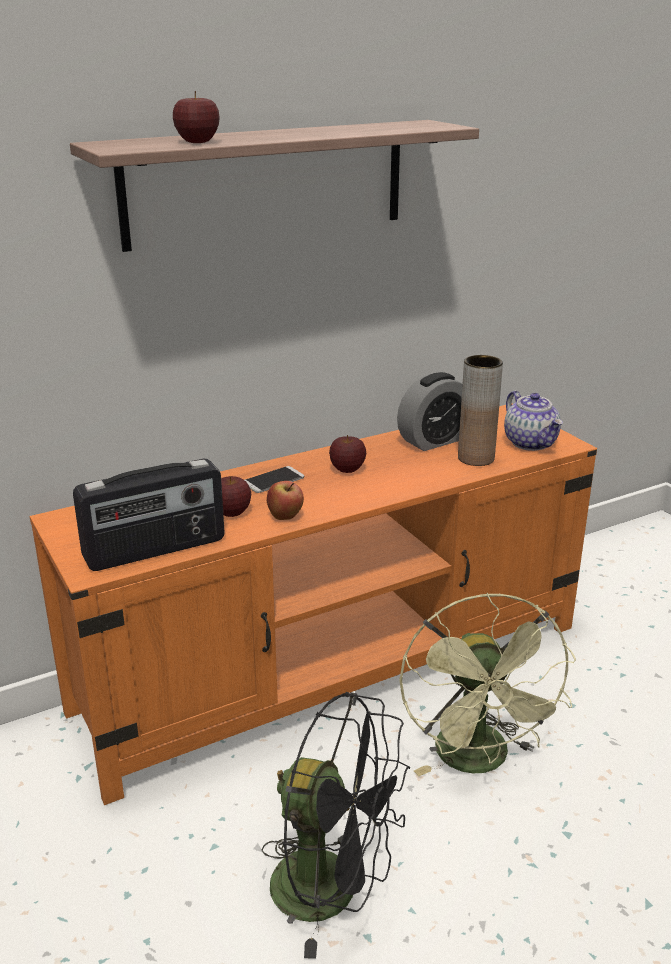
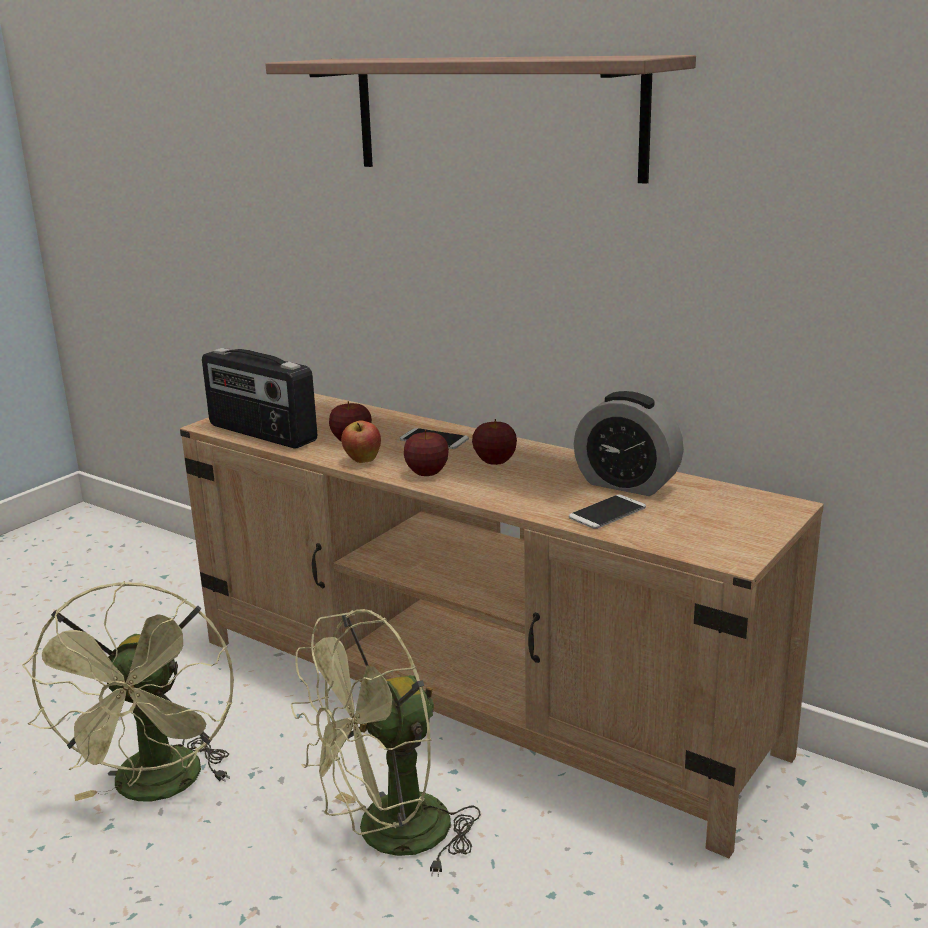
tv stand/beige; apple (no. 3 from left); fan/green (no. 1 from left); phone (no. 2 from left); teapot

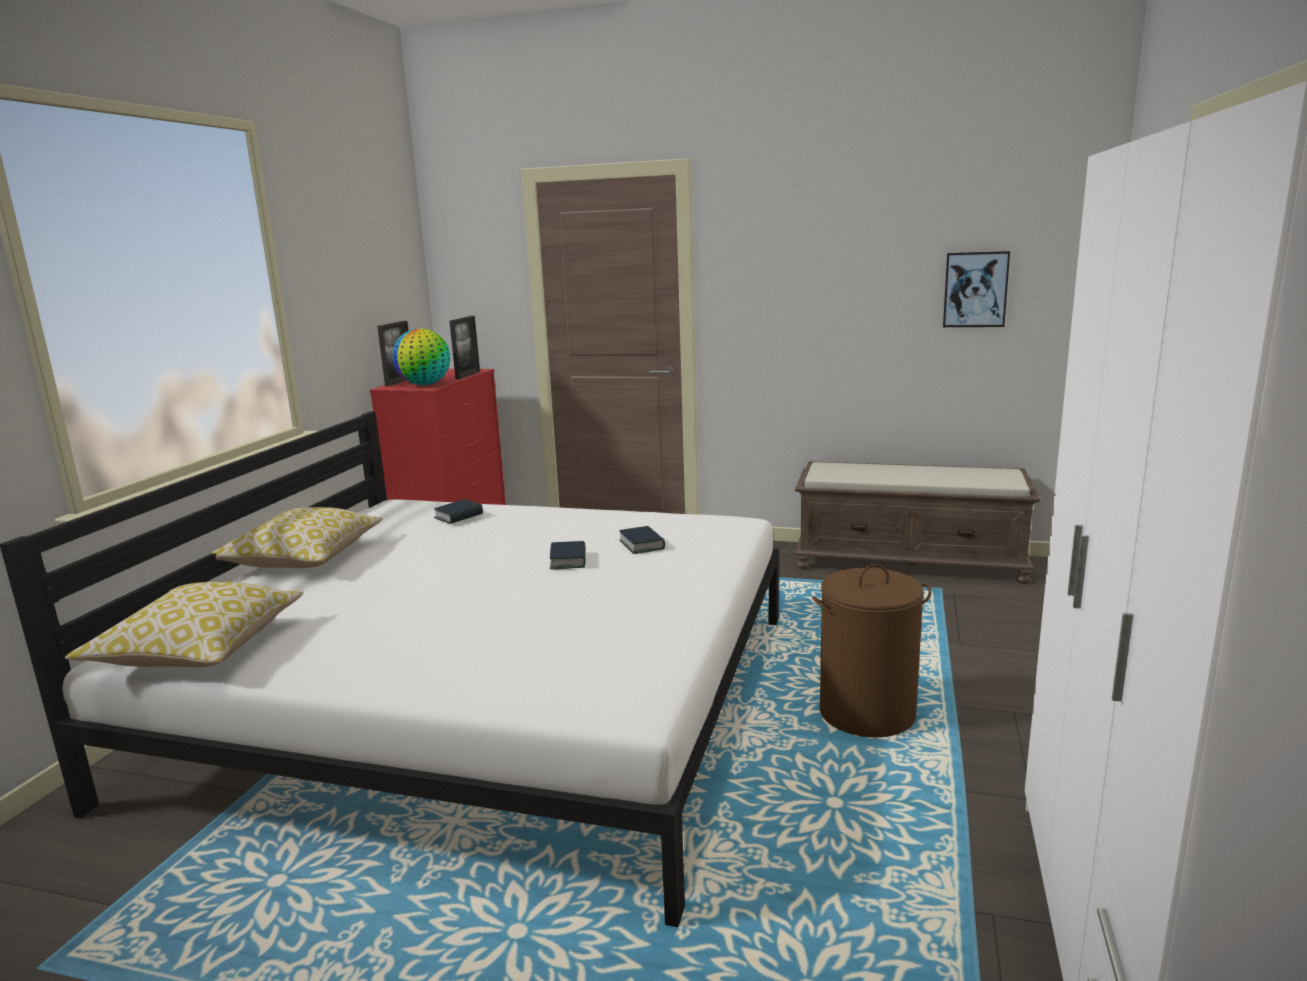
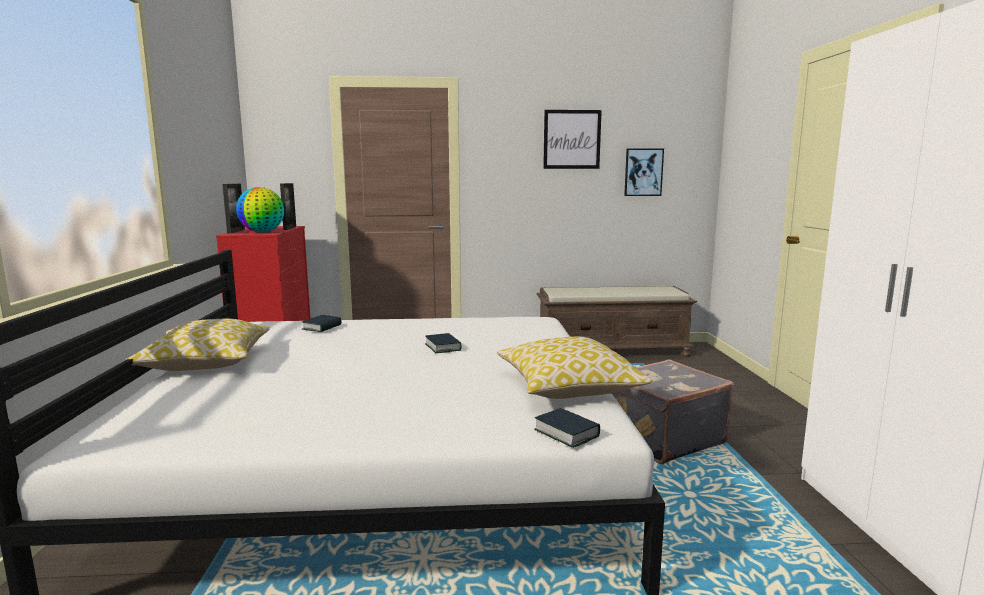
pillow (no. 2 from left); book (no. 3 from left); suitcase/grey; picture (no. 1 from left)

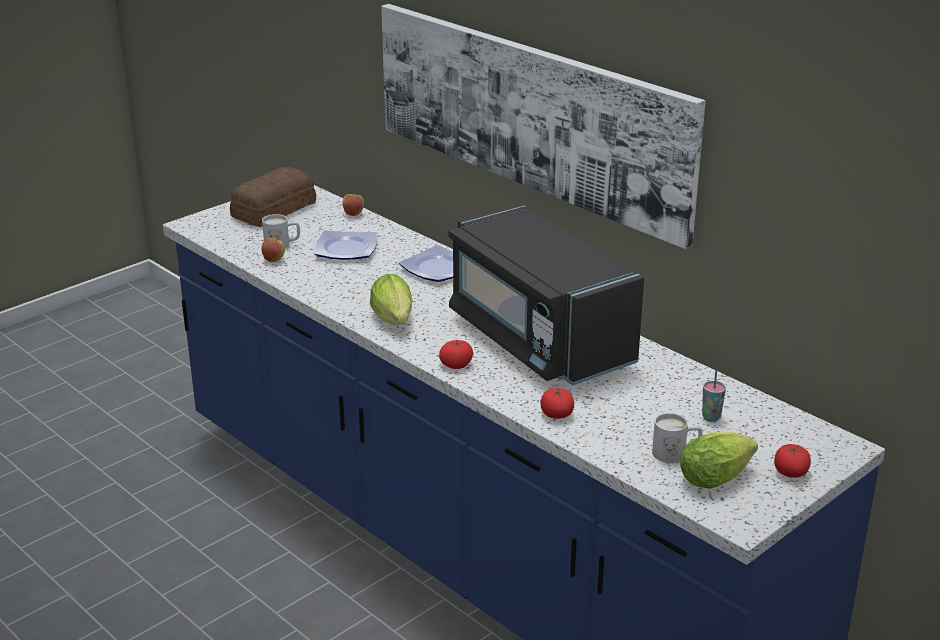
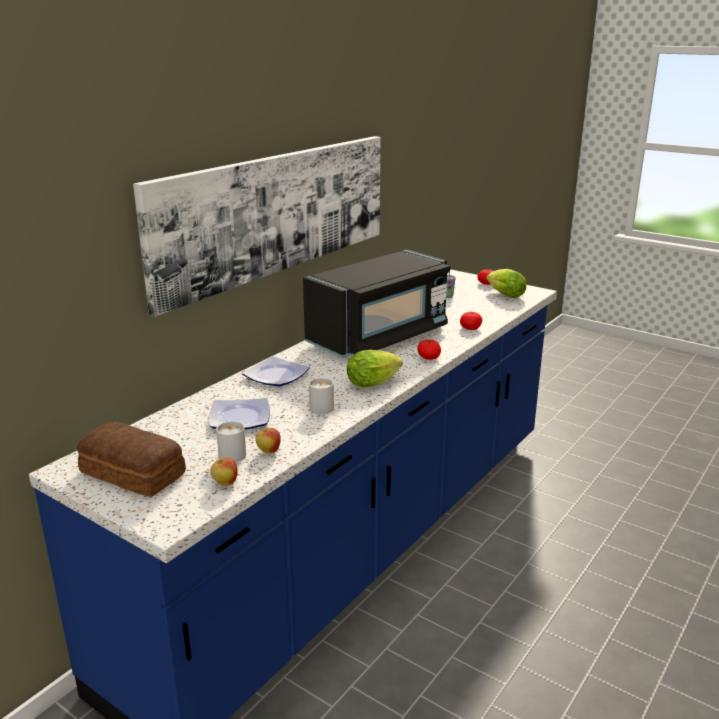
apple (no. 1 from left); mug/white (no. 2 from left)

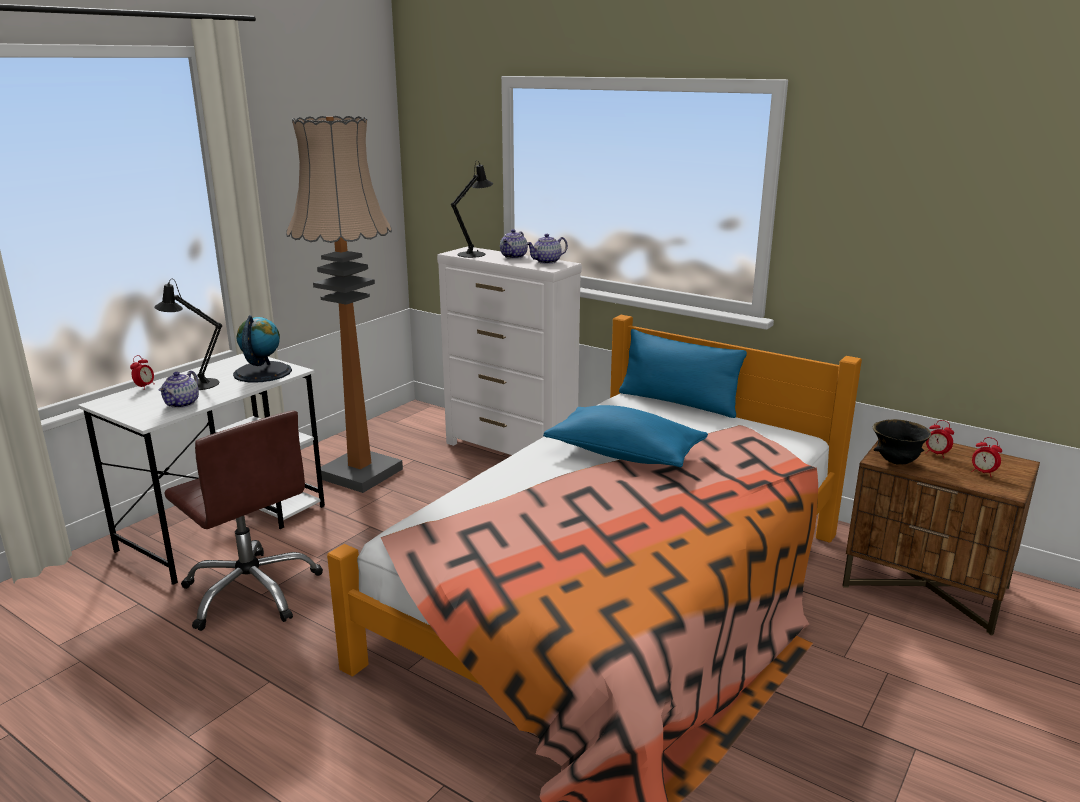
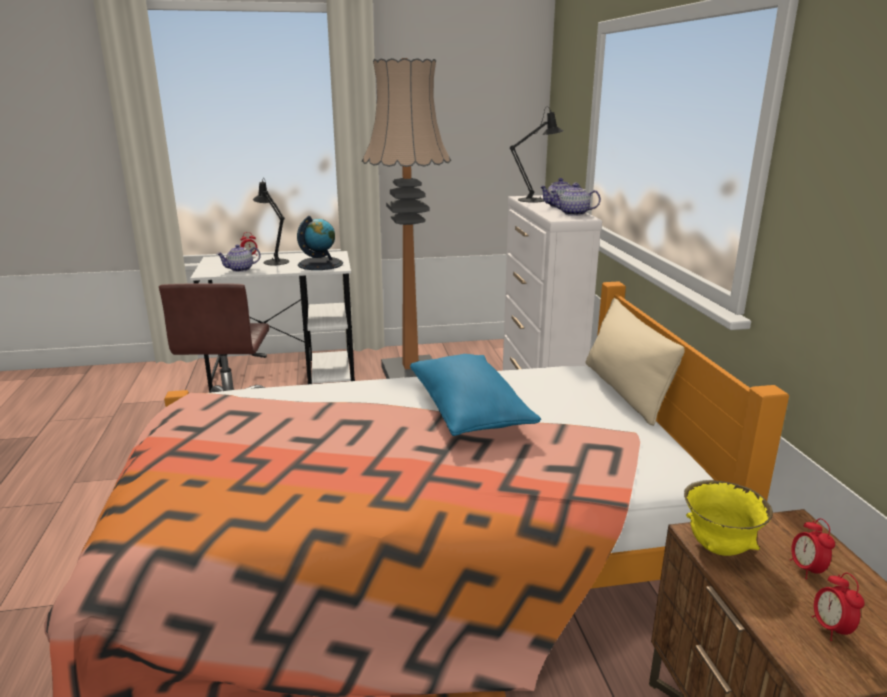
pillow/beige; bowl/yellow

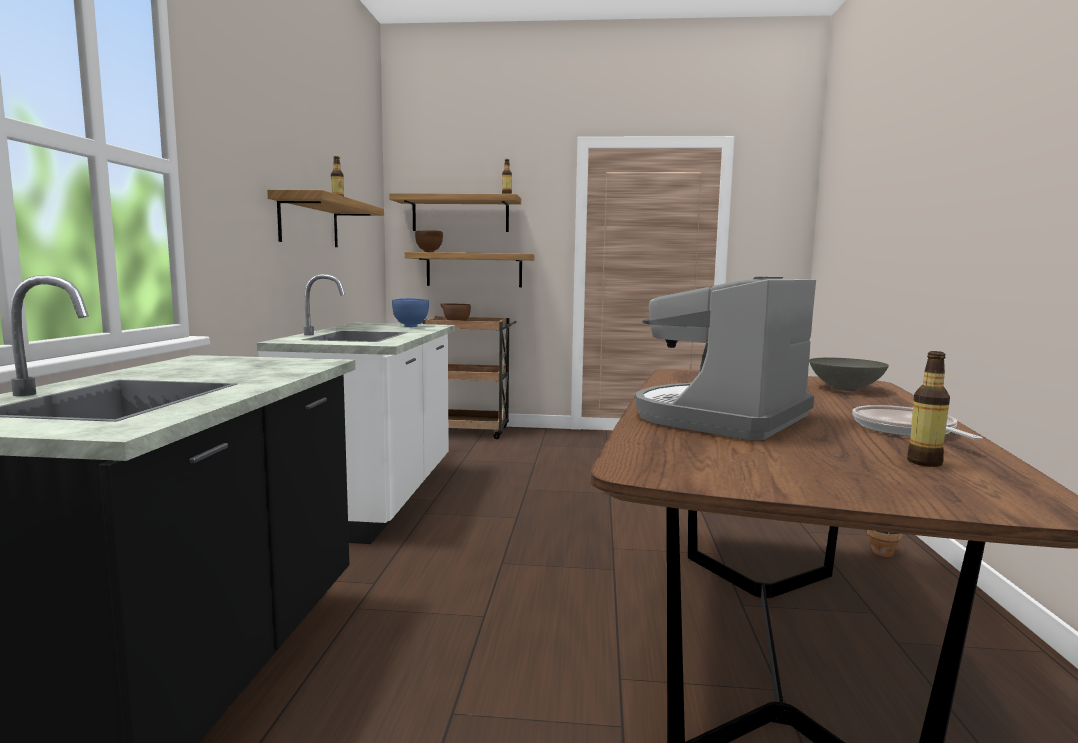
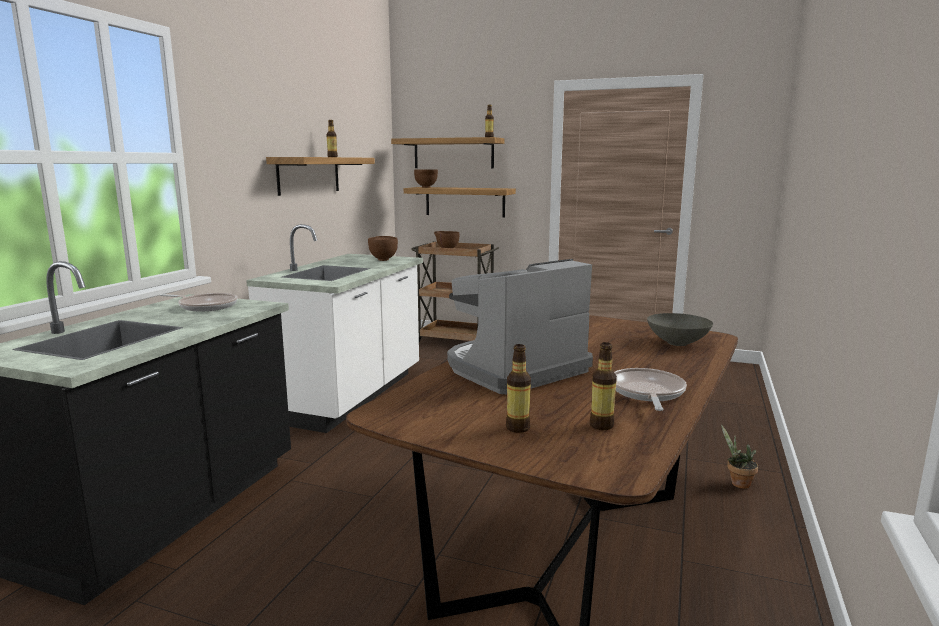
bowl/brown (no. 1 from left); frying pan (no. 1 from left); bottle (no. 3 from left)

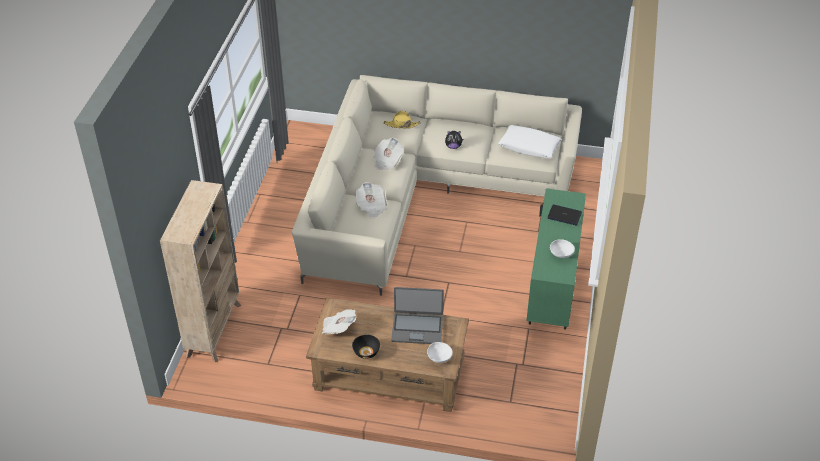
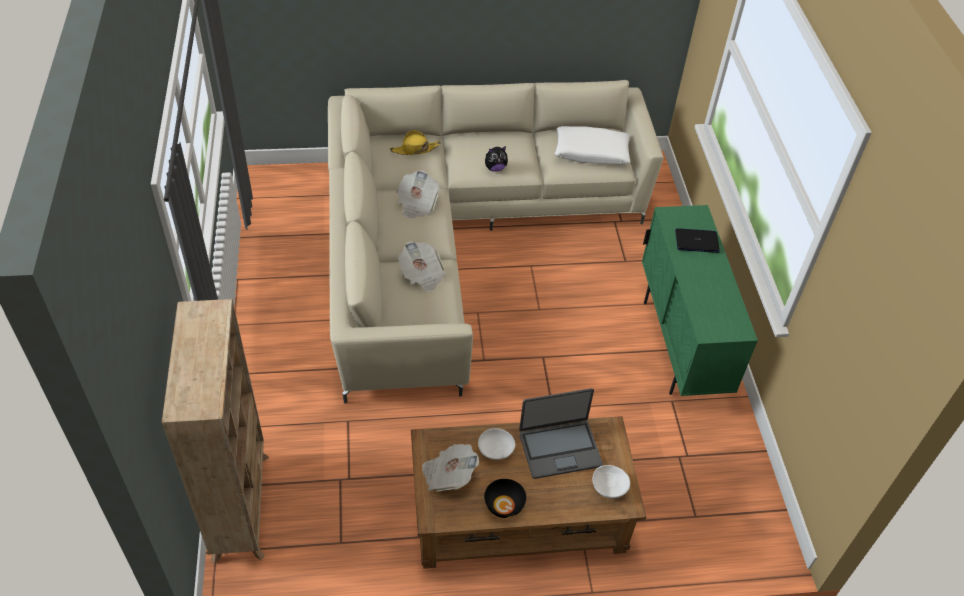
bowl/white (no. 1 from left)

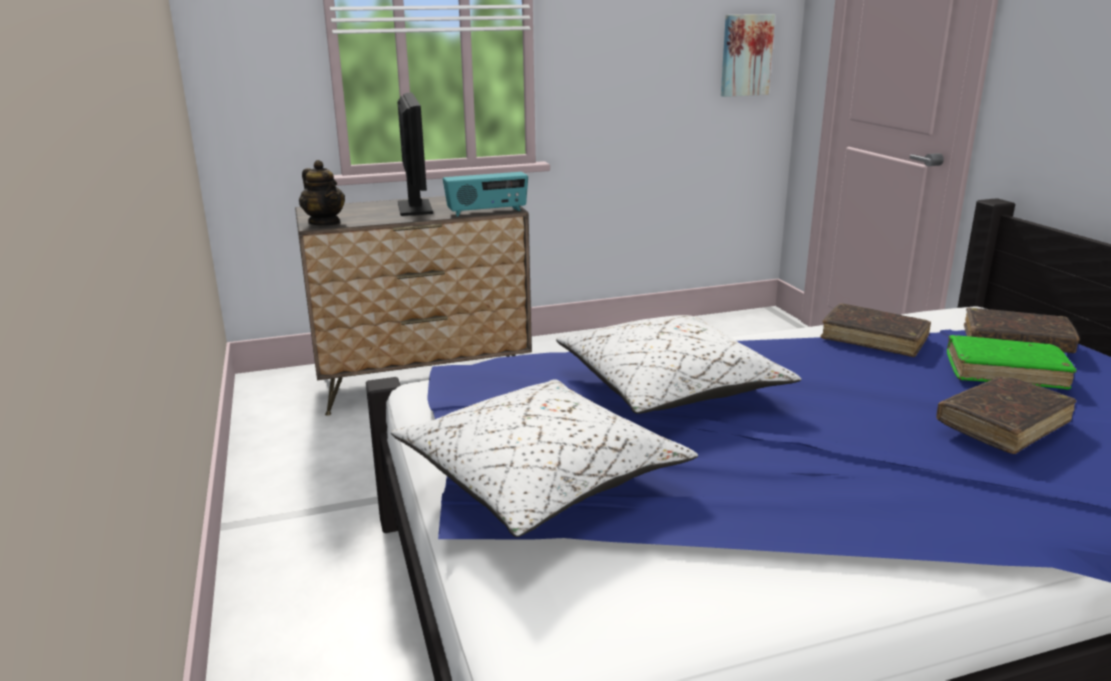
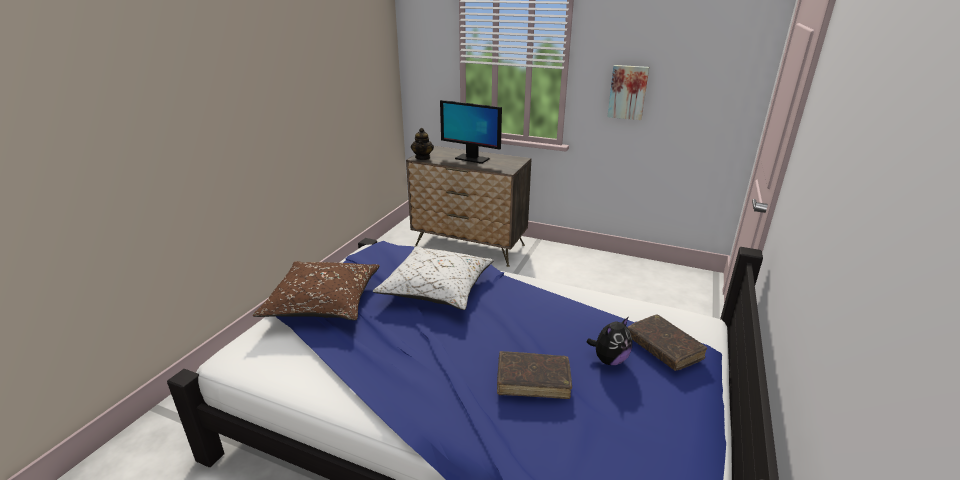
pillow/brown; monitor; radio; picture; book/brown (no. 1 from left in the first image); plush toy

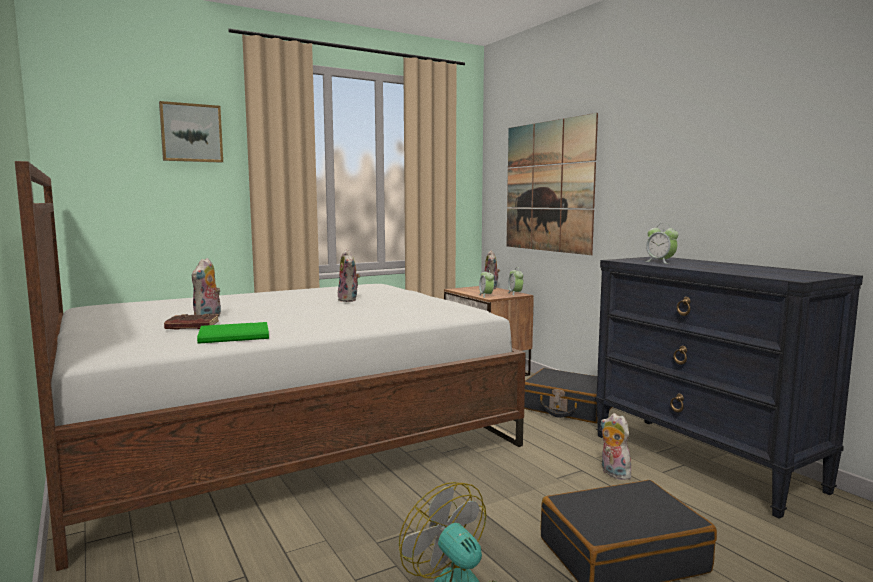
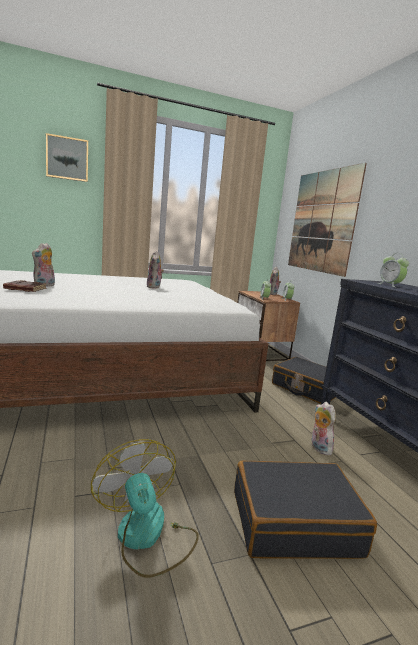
book/green

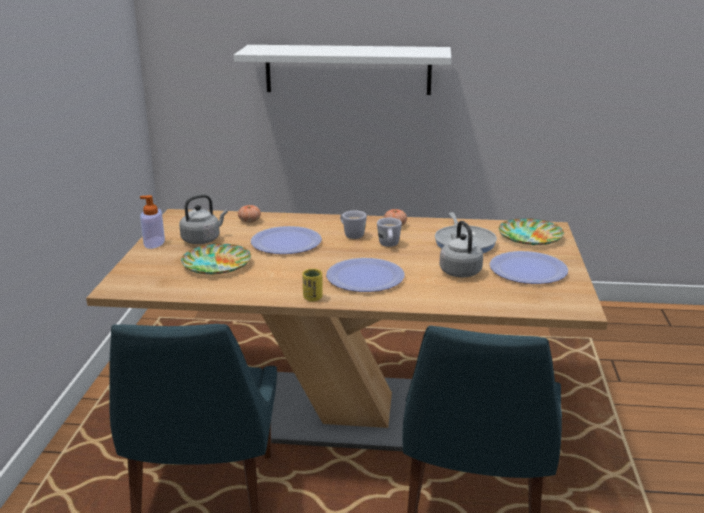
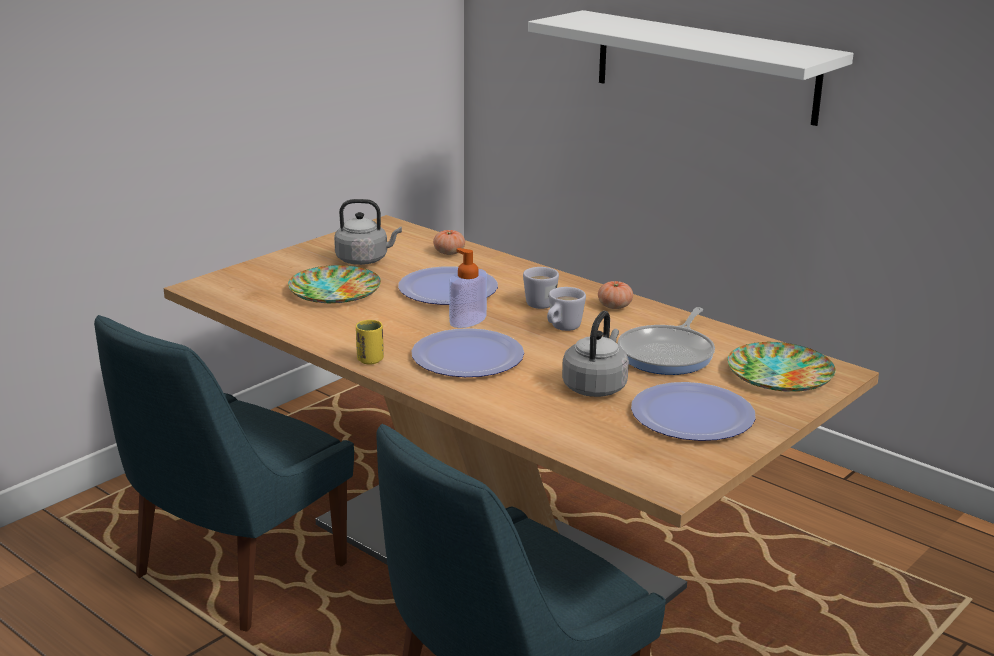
soap dispenser

